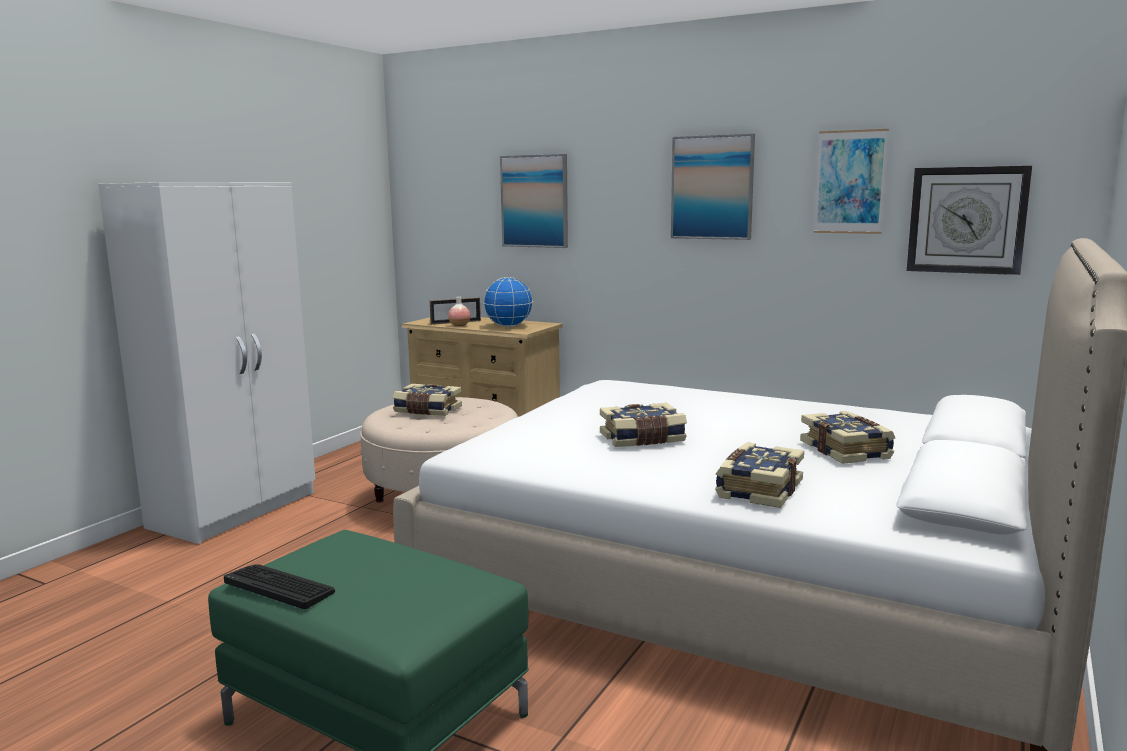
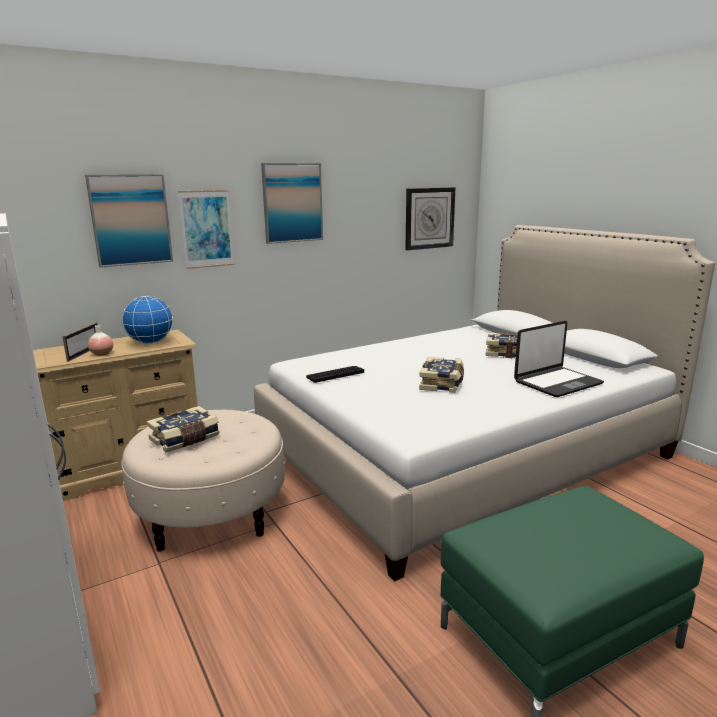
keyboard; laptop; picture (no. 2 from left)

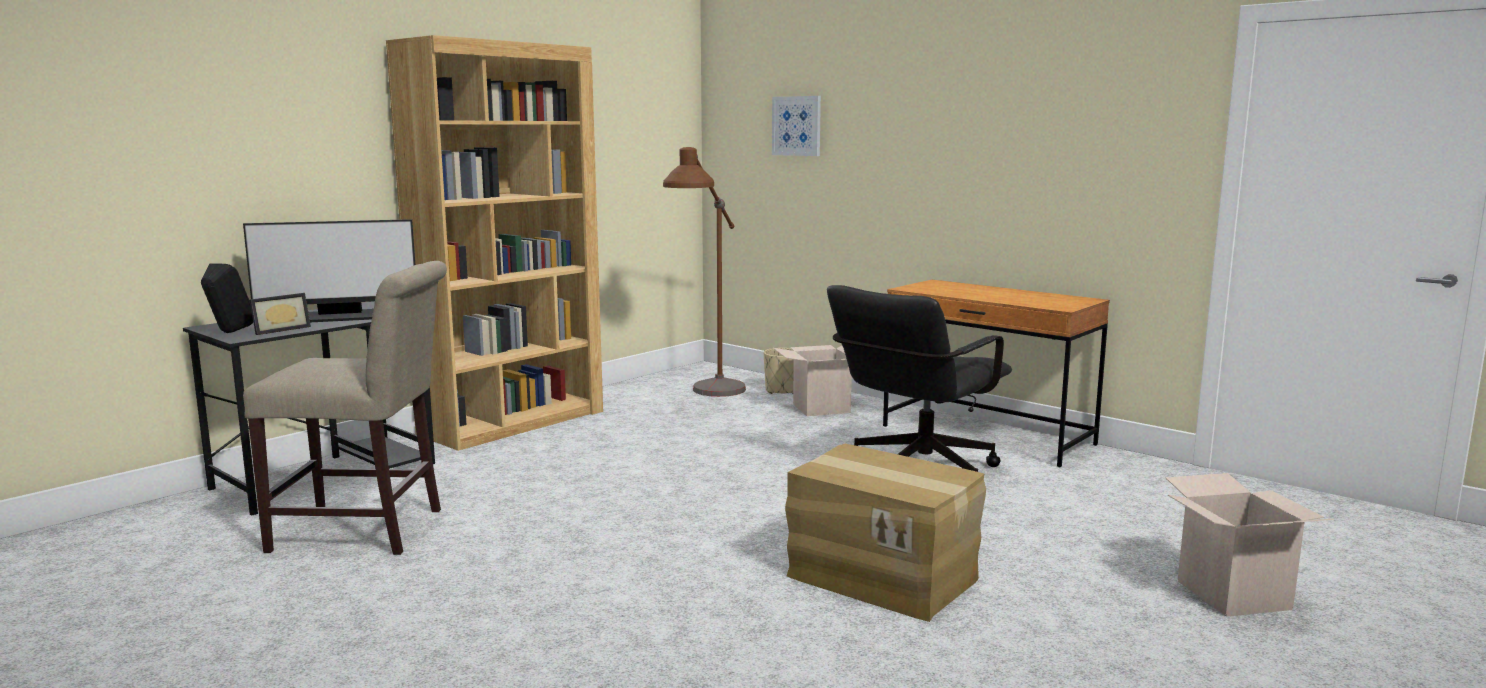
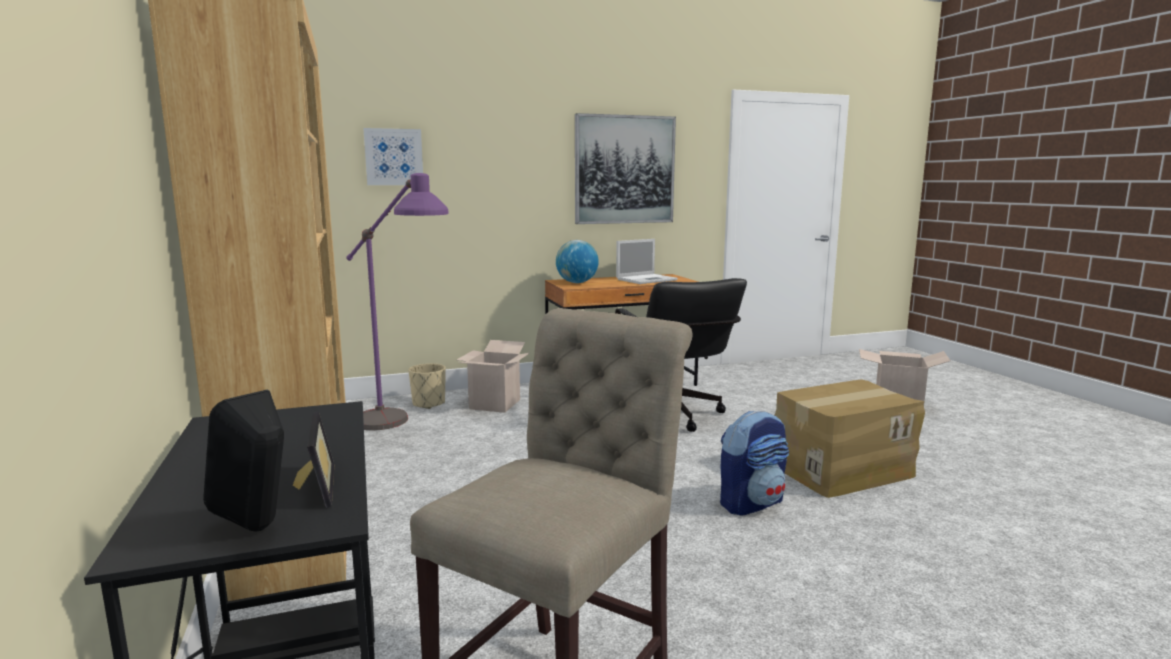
monitor; floor lamp/purple; globe; picture (no. 2 from left); laptop; backpack

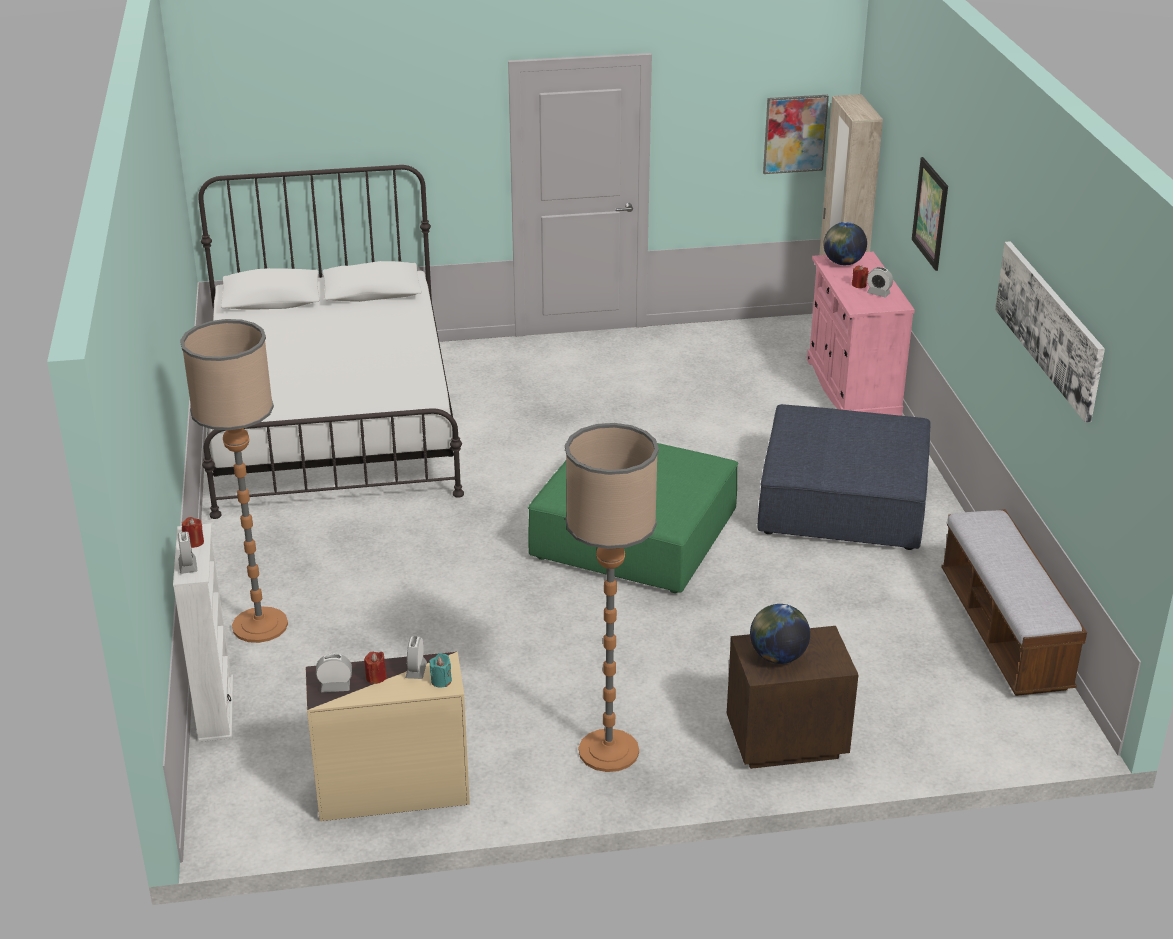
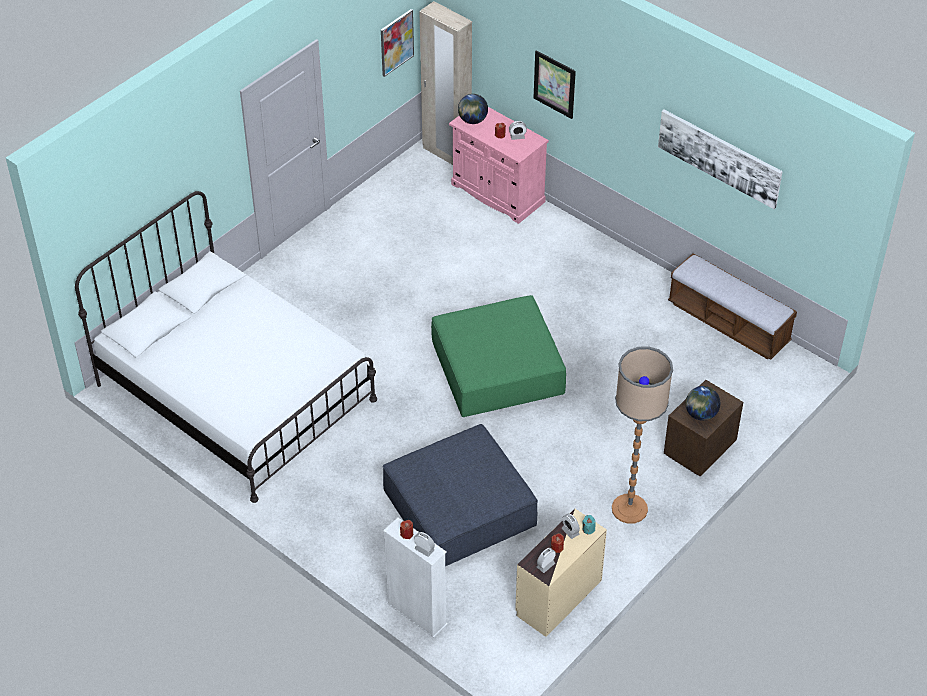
floor lamp (no. 1 from left in the first image); ottoman/blue

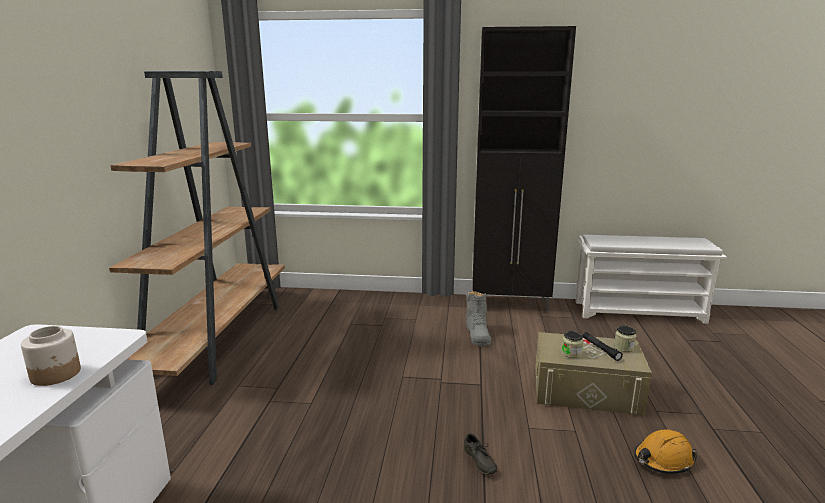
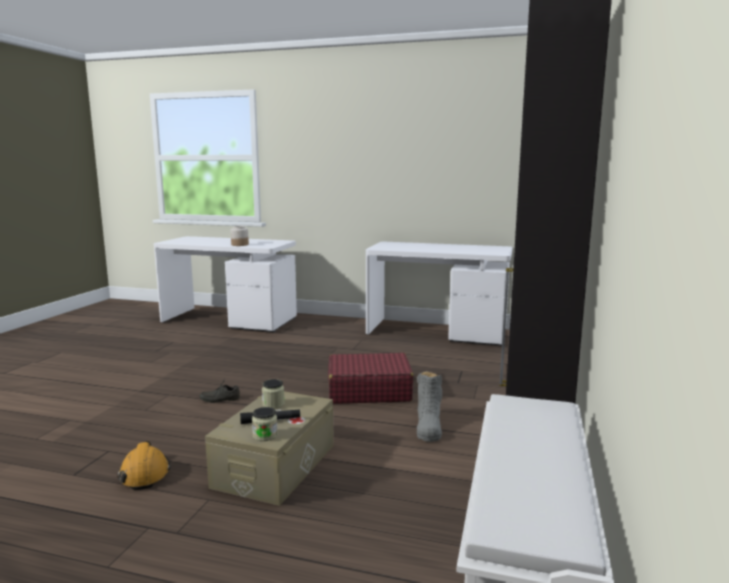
desk/white (no. 2 from left); boot/grey; suitcase/red

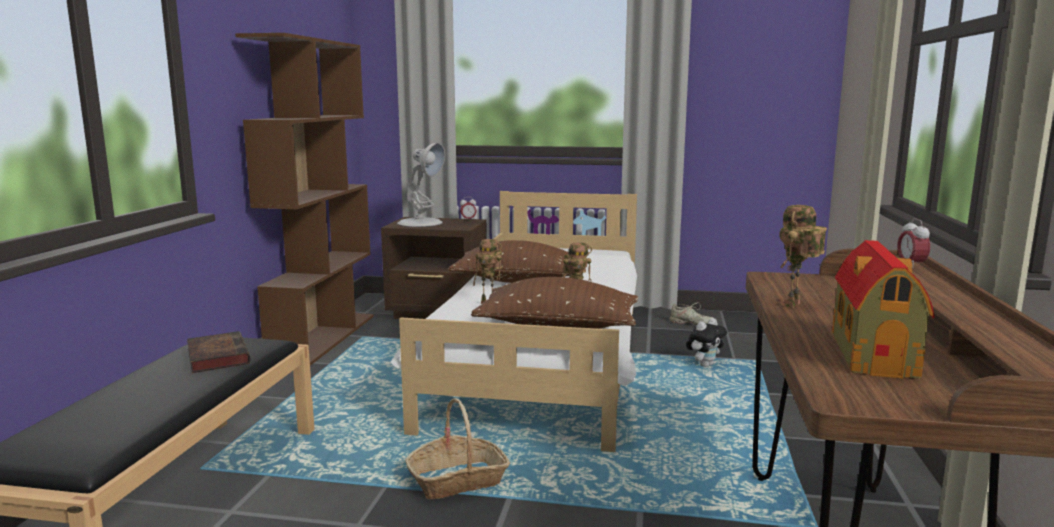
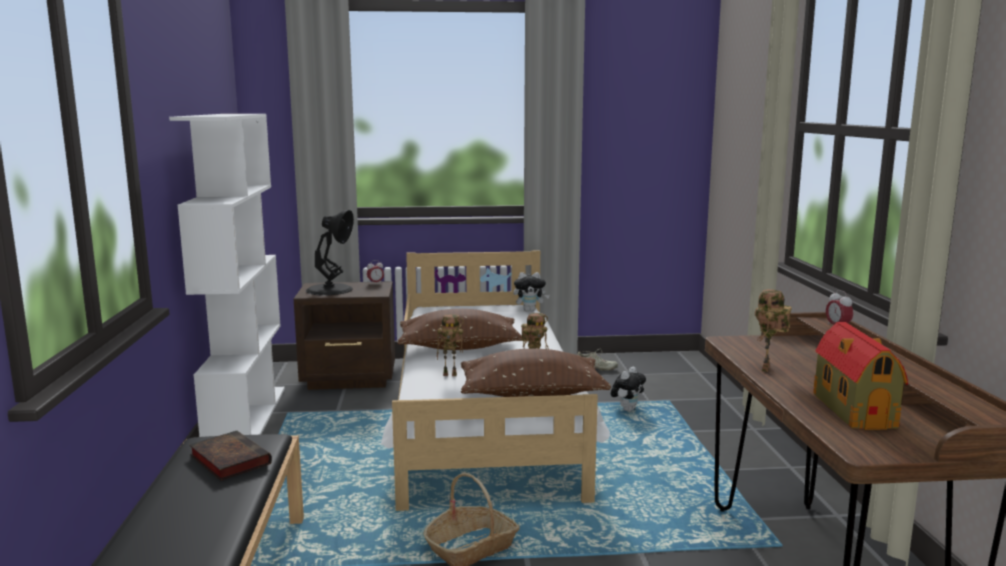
bookcase/white; table lamp/black; plush toy (no. 1 from left)

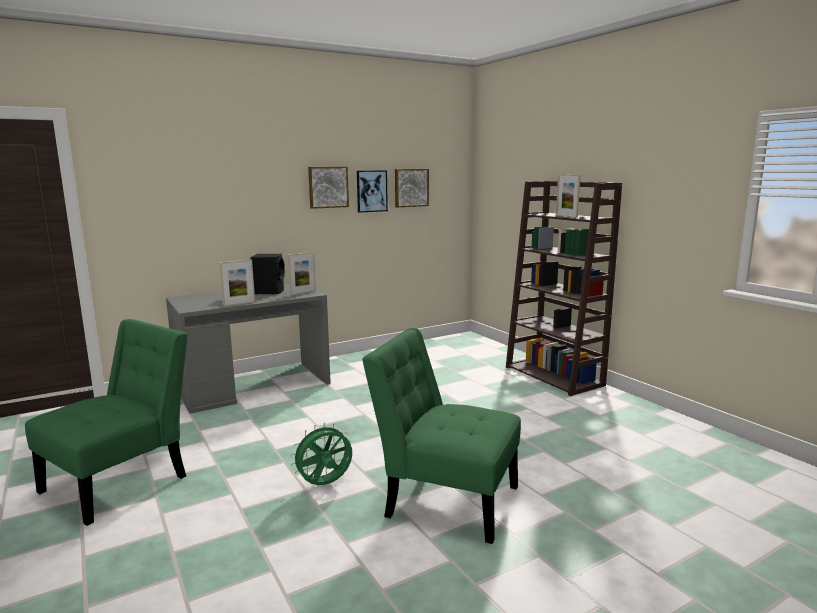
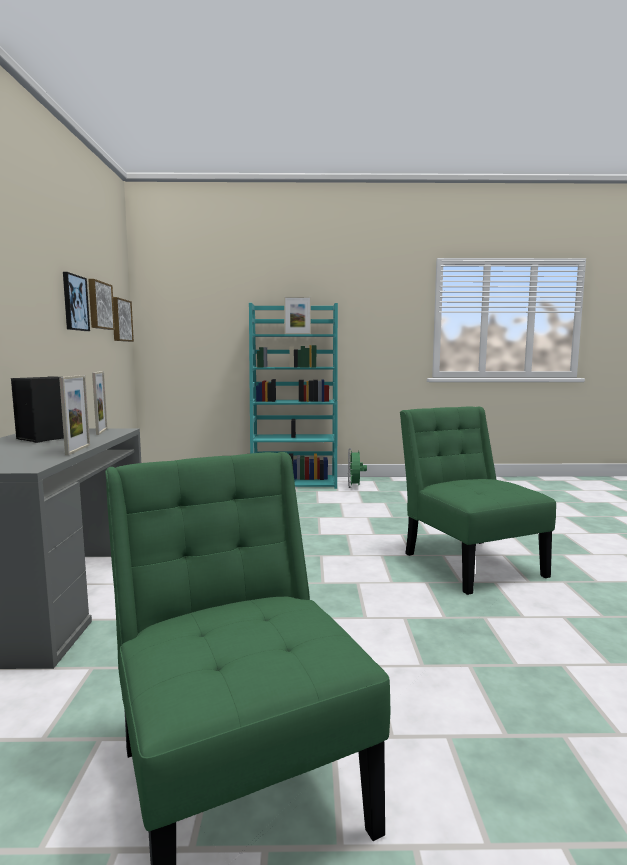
fan/green; picture (no. 3 from left); chair/green (no. 2 from left); bookcase/turquoise

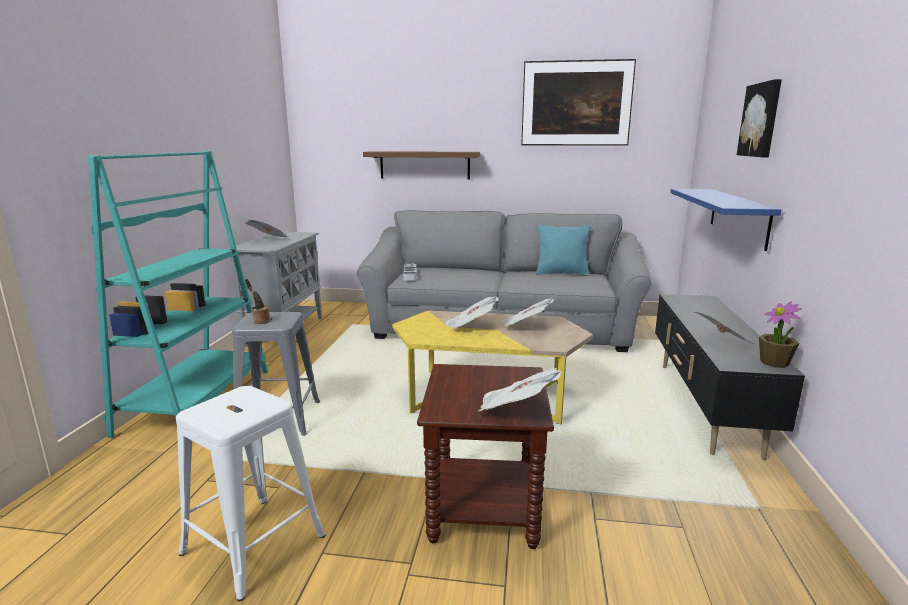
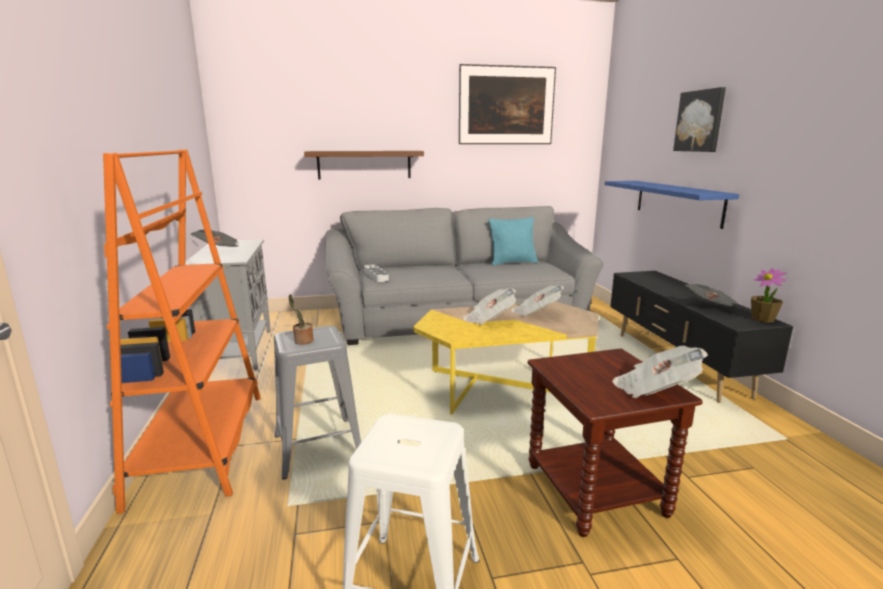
bookcase/orange

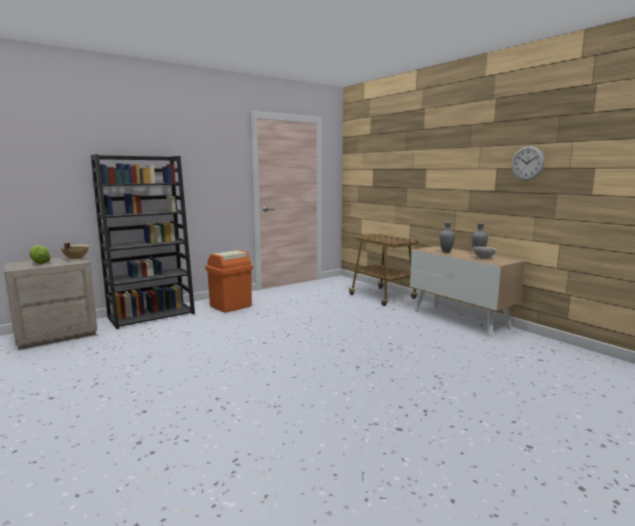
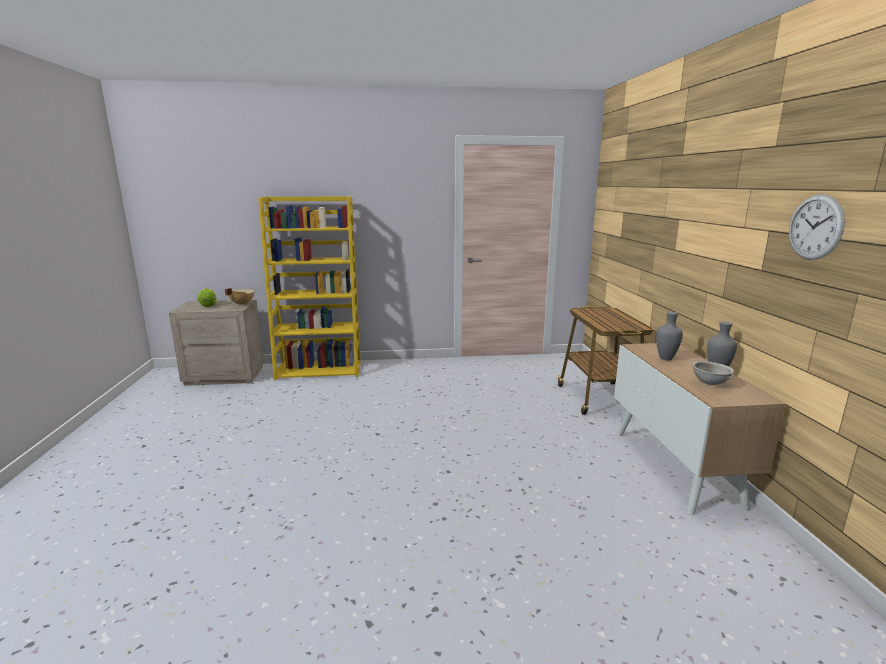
bookcase/yellow; trash can/orange

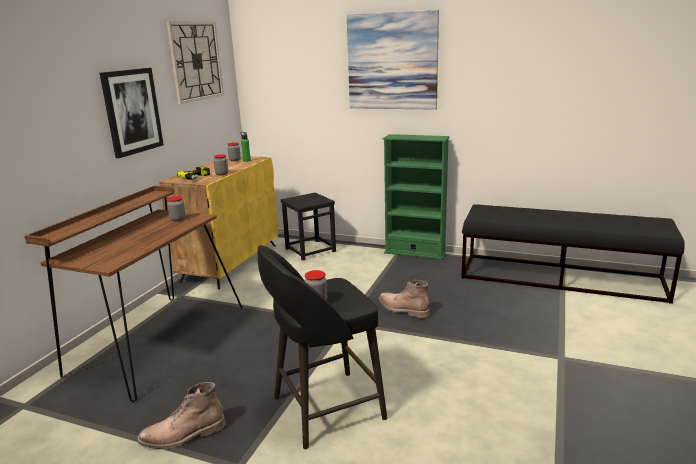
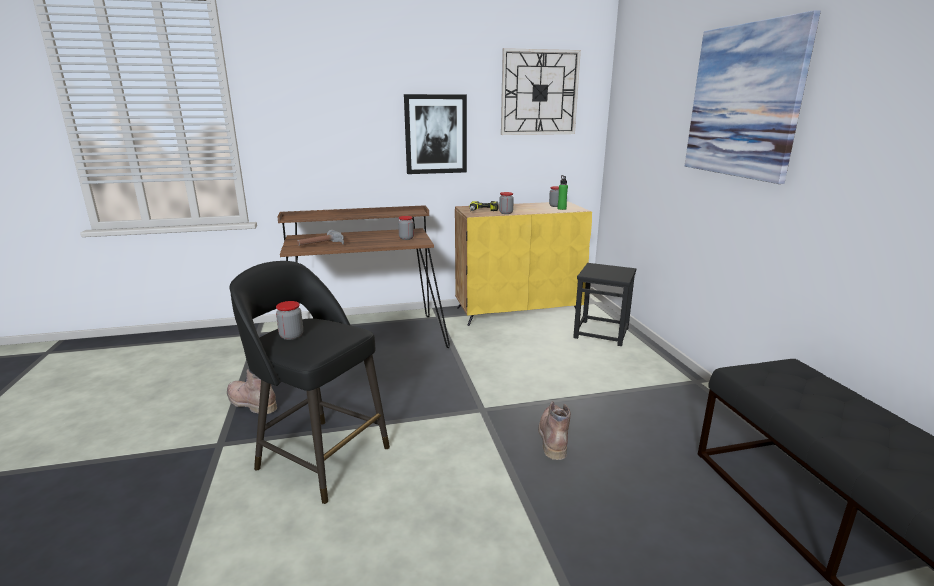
bookcase/green; hammer

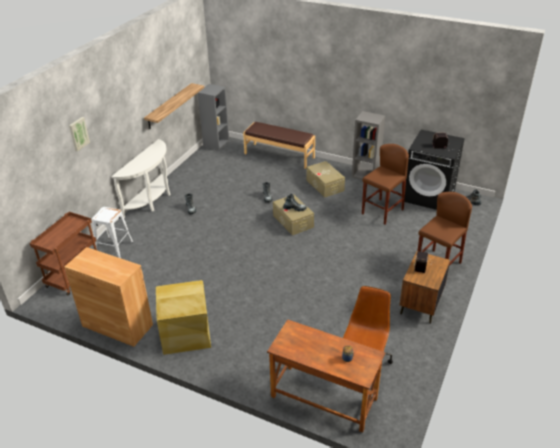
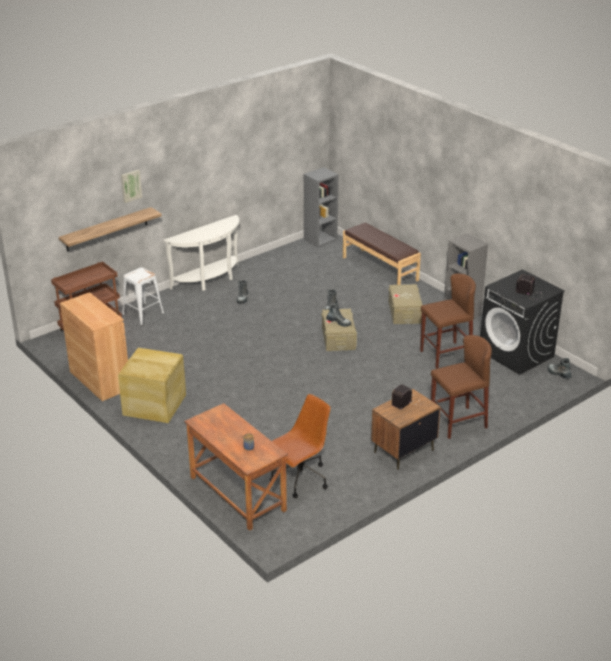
shelf

